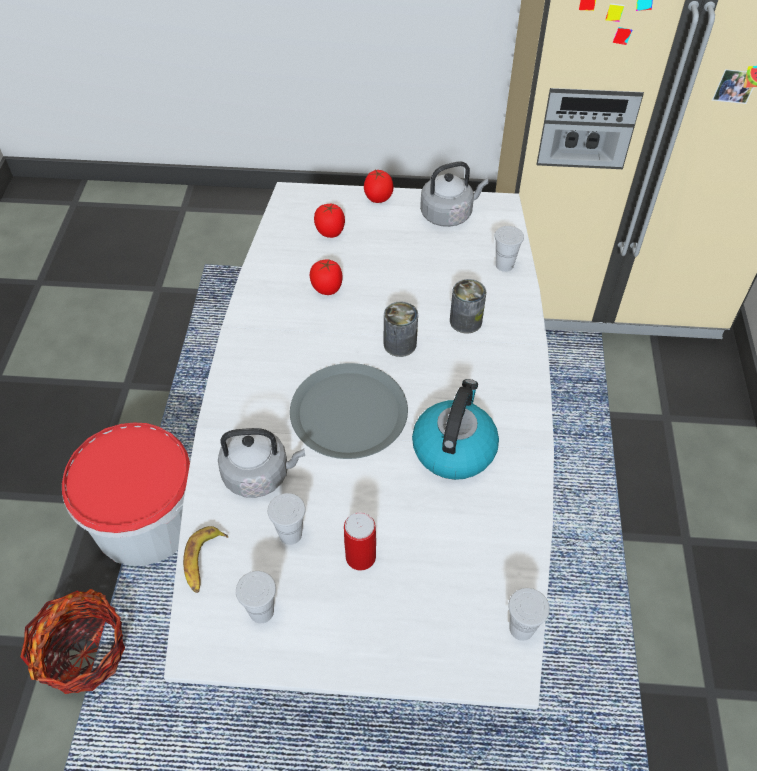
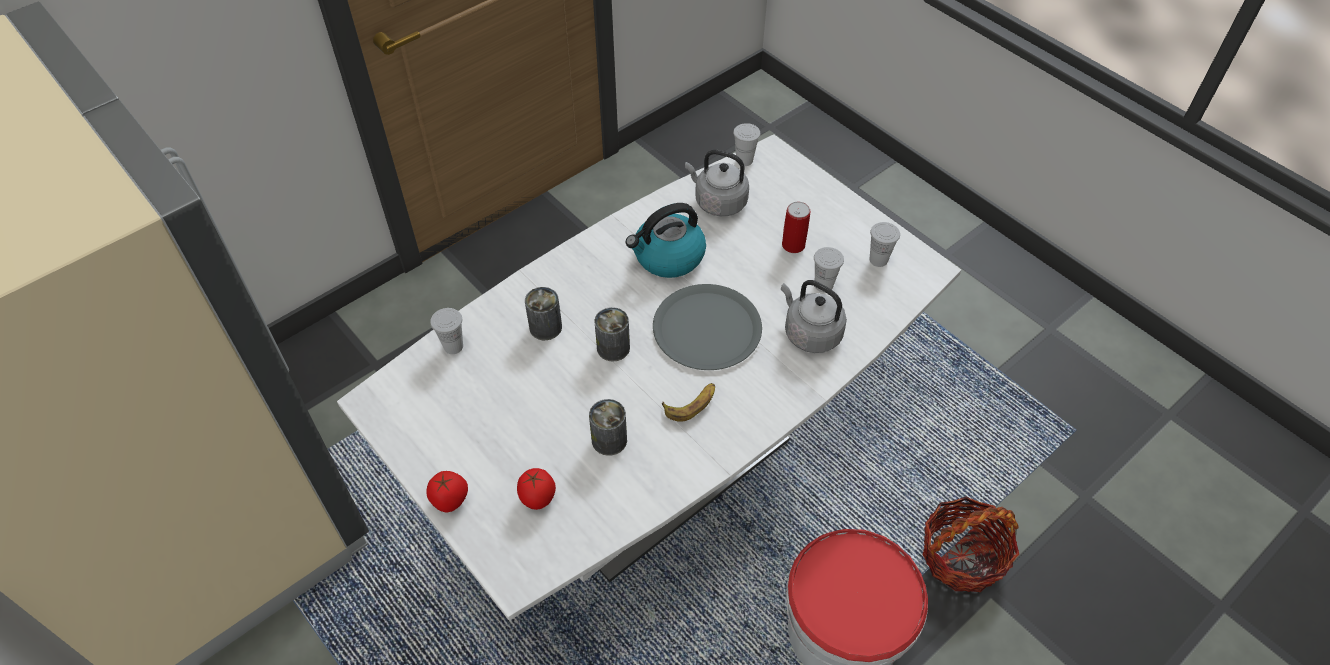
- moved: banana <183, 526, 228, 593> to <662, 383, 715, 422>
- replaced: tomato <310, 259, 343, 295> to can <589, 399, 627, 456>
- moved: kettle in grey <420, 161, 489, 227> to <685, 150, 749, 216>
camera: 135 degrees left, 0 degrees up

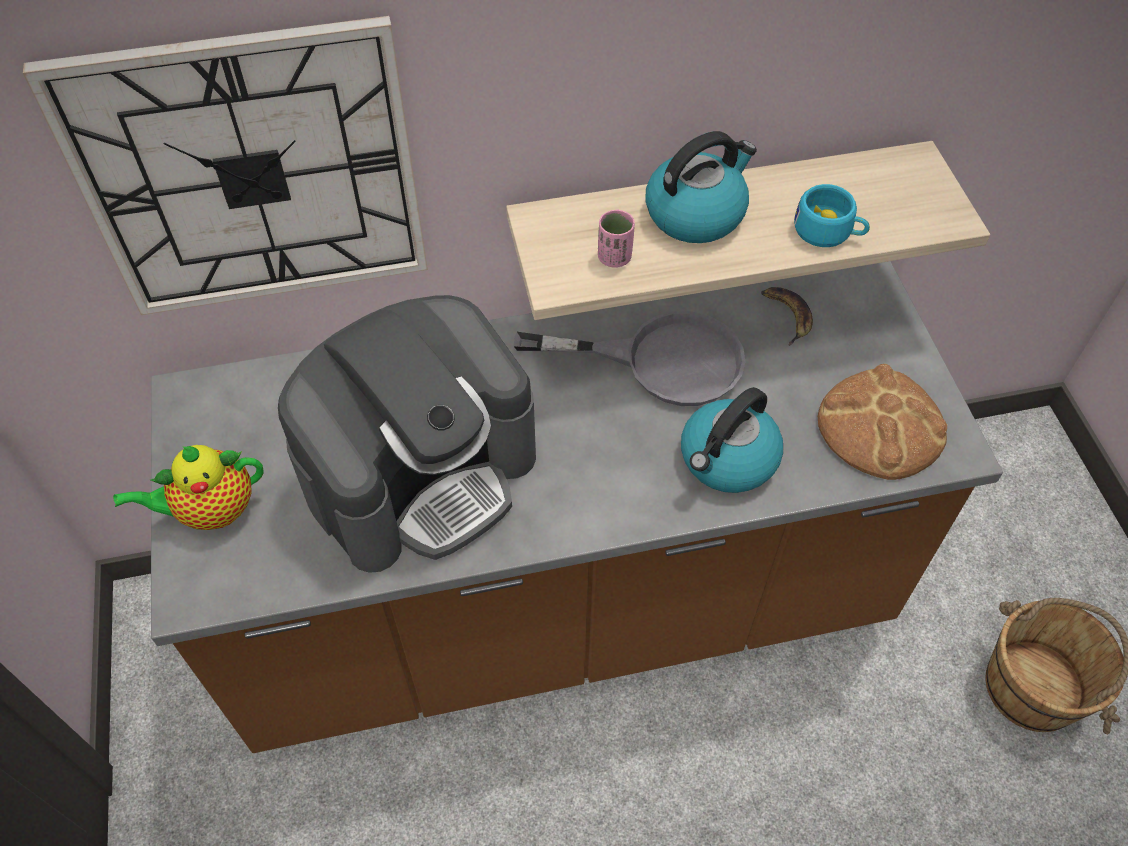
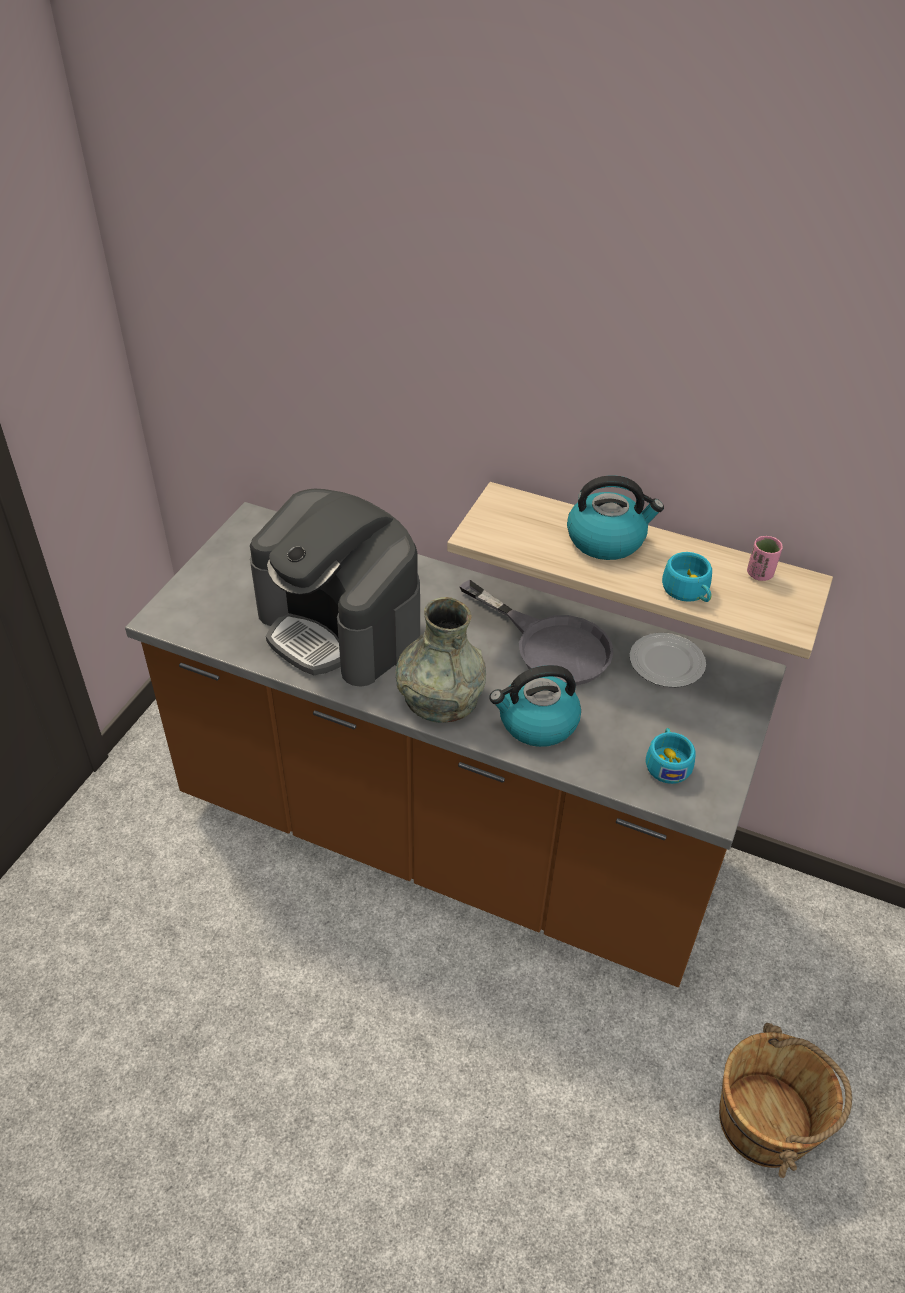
- removed: wall clock <23, 16, 428, 315>
- removed: teapot <113, 445, 264, 530>
- turned: coffee machine <278, 295, 536, 573> = <250, 489, 420, 687> 45 degrees clockwise
- moved: cup in pink <598, 209, 635, 268> to <747, 536, 783, 581>
- replaced: banana <761, 287, 813, 346> to plate <630, 633, 706, 687>
- replaced: bread <818, 364, 947, 480> to cup in turquoise <646, 728, 696, 784>
- added: vase in grey <396, 597, 486, 723>
camera: 35 degrees right, 10 degrees down

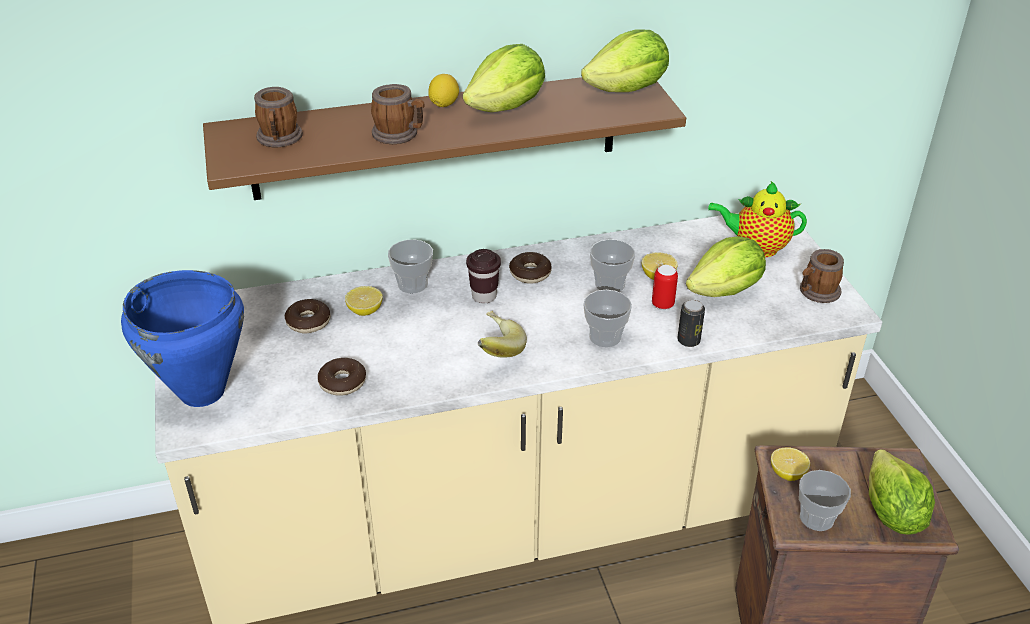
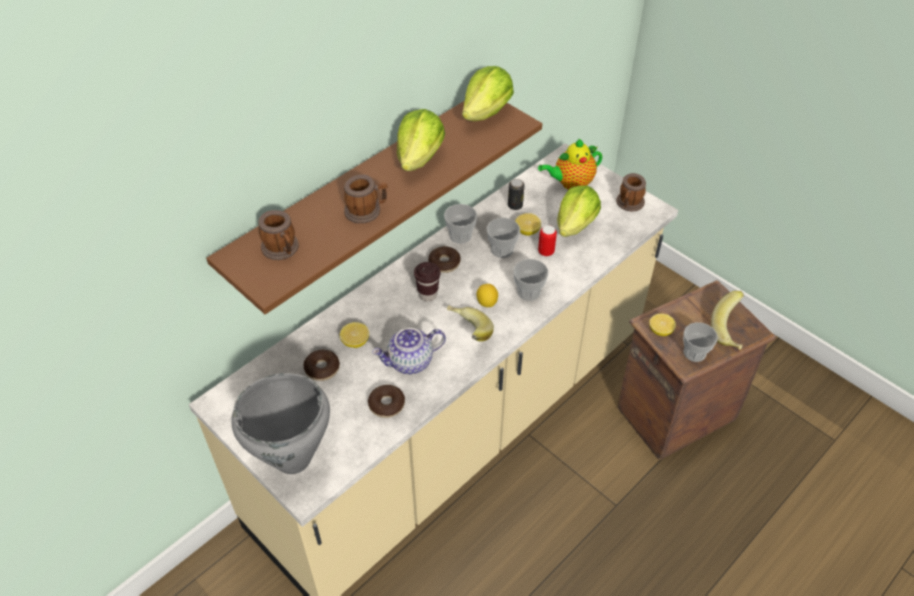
- recoloured: cooking pot in blue <121, 270, 244, 407> to cooking pot in grey <231, 373, 330, 474>
- moved: cup <388, 240, 433, 293> to <444, 204, 477, 244>
- moved: lemon <428, 74, 459, 107> to <476, 284, 498, 307>
- moved: can <677, 299, 705, 347> to <508, 179, 525, 210>
- replaced: lettuce <869, 449, 935, 534> to banana <711, 291, 744, 350>
- added: teapot <372, 328, 446, 374>
camera: 30 degrees left, 10 degrees up

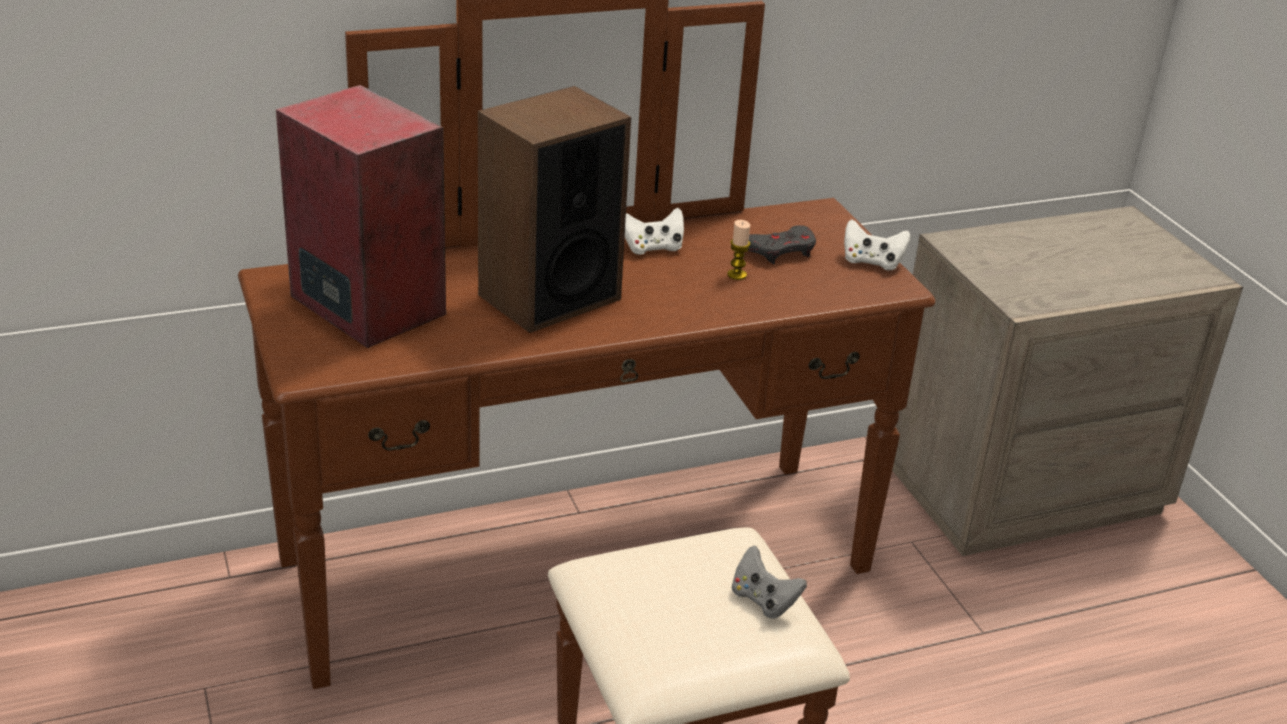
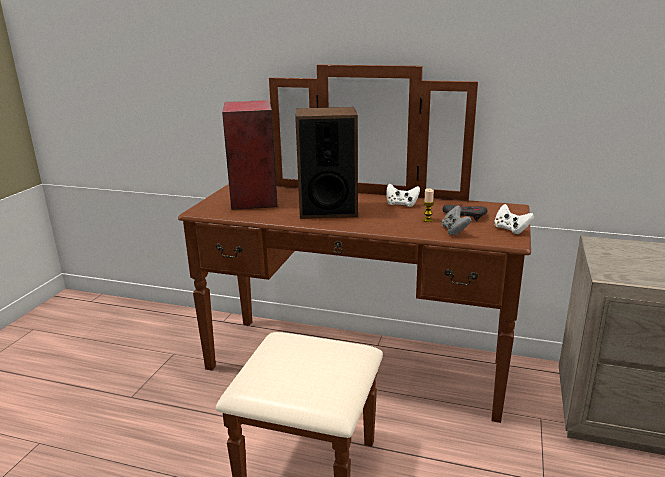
- moved: game controller in grey <732, 545, 807, 619> to <442, 205, 472, 235>
camera: 40 degrees right, 10 degrees down

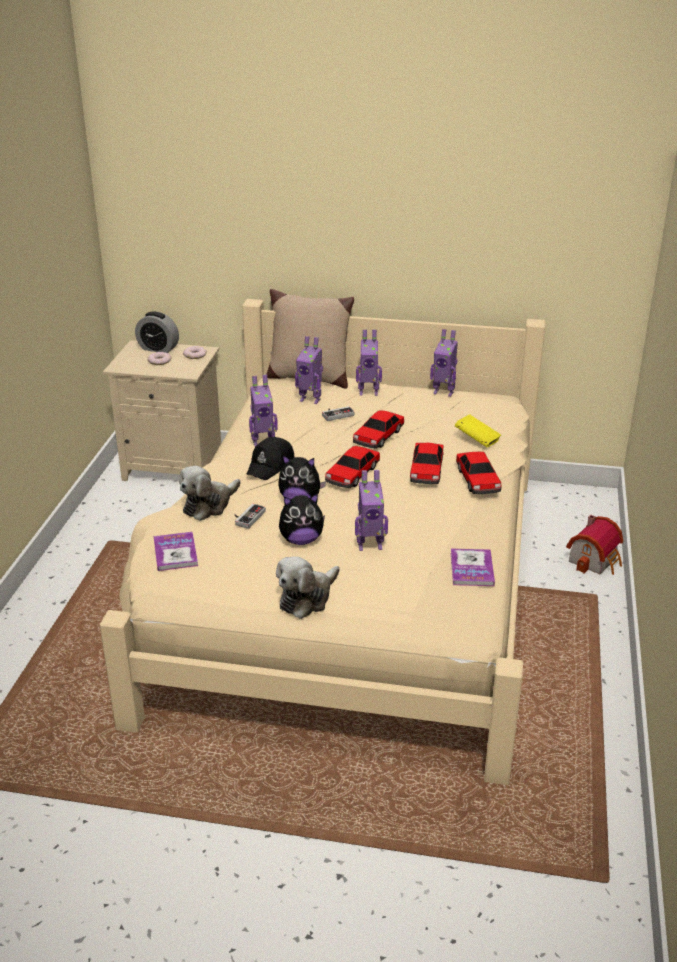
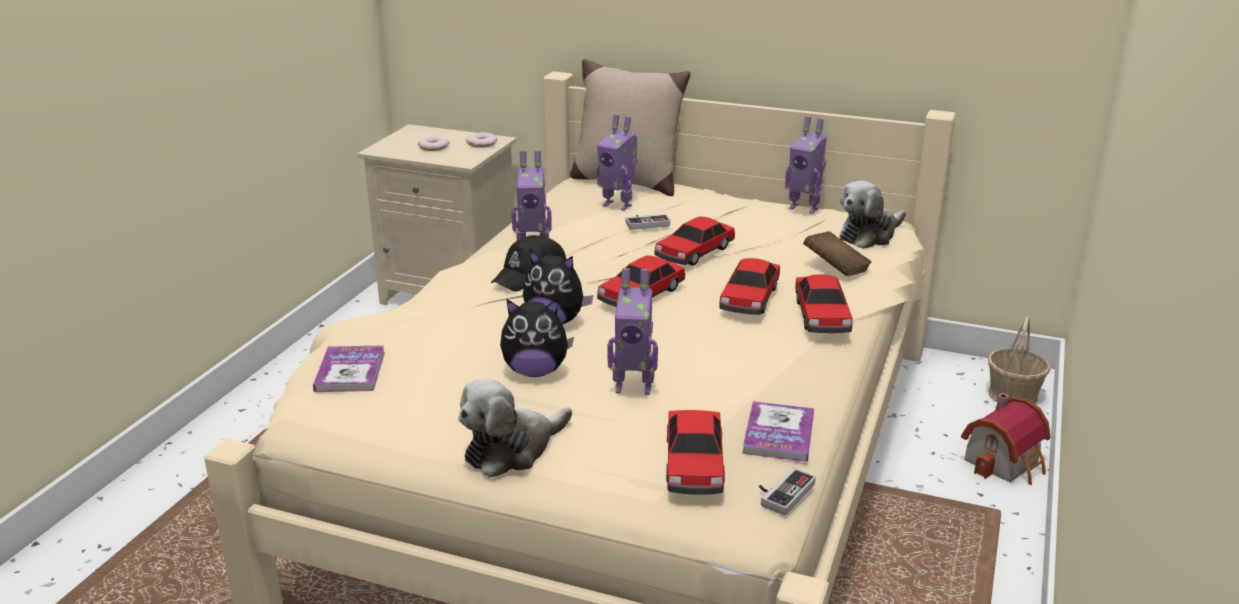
- removed: alarm clock <135, 311, 179, 353>
- moved: plush toy <179, 466, 241, 521> to <839, 181, 906, 249>
- moved: game controller <234, 504, 266, 529> to <759, 468, 816, 516>
- removed: toy robot <356, 329, 382, 396>
- recoloured: book in yellow <455, 414, 501, 447> to book in brown <803, 231, 872, 276>
- added: toy car <666, 410, 725, 495>
- added: basket <988, 316, 1050, 404>
camera: 10 degrees right, 5 degrees down

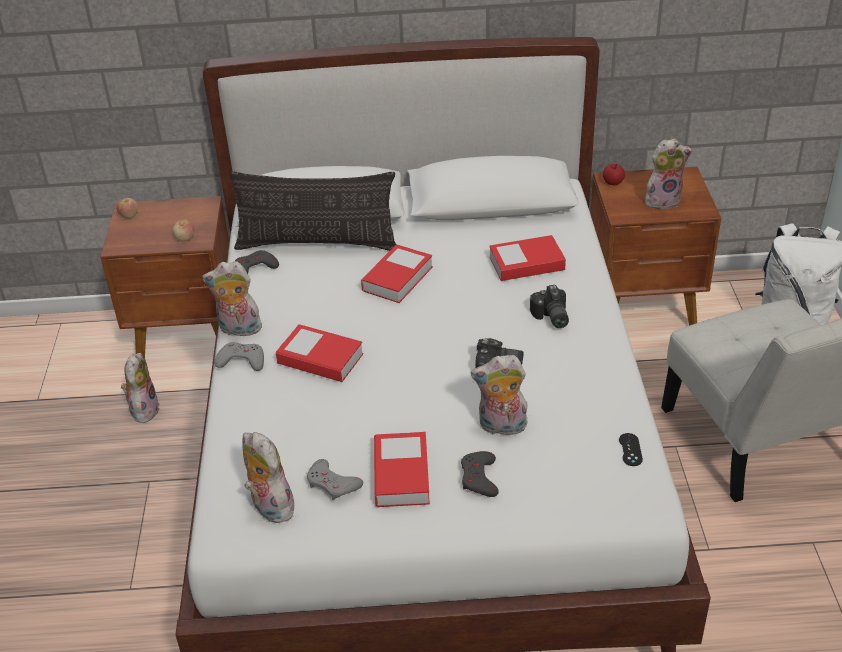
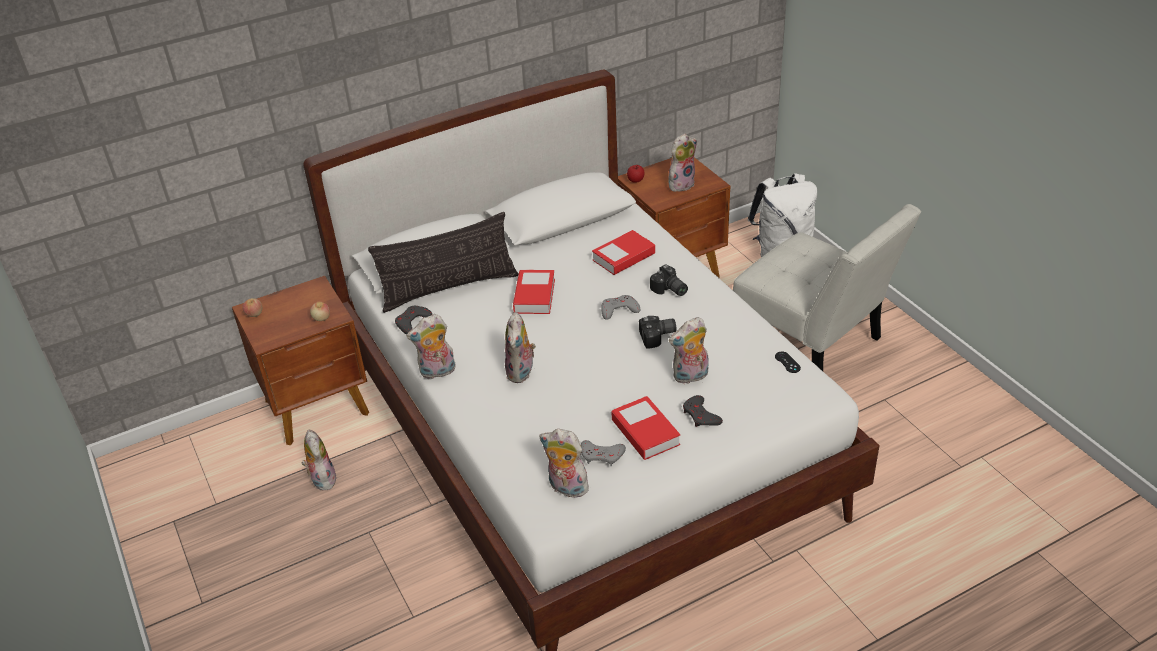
- moved: game controller in grey <214, 342, 264, 371> to <601, 295, 640, 320>
- replaced: book <276, 324, 363, 382> to plush toy <505, 312, 536, 383>
camera: 25 degrees left, 0 degrees up

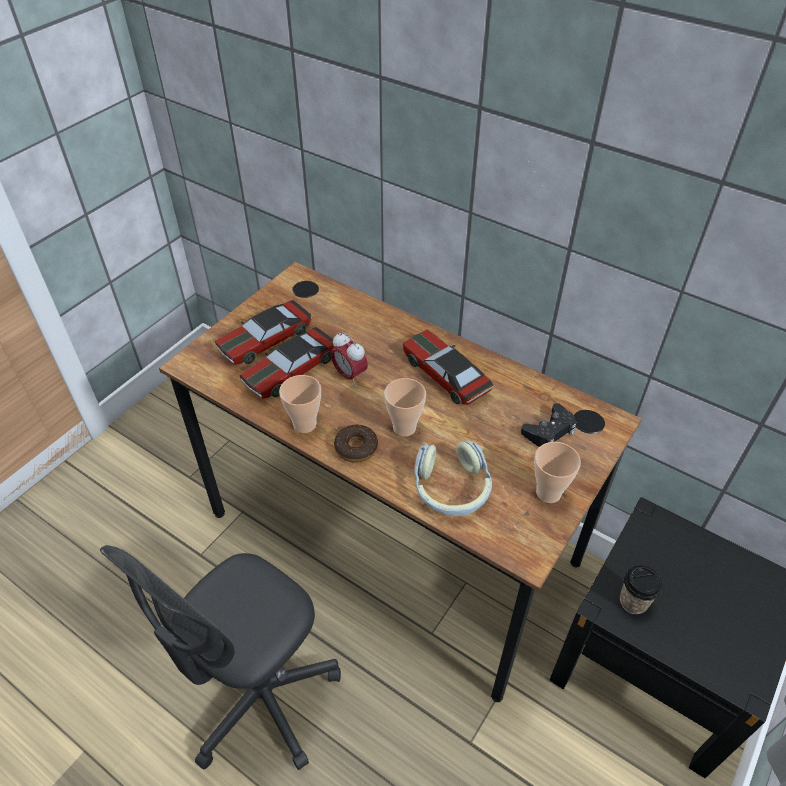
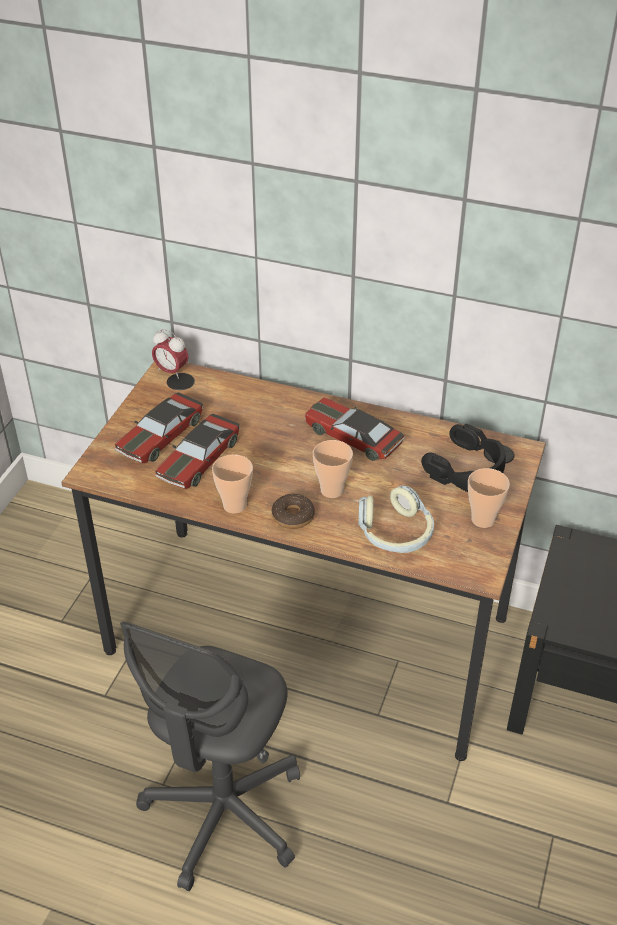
- moved: alarm clock <331, 332, 368, 386> to <152, 329, 188, 379>
- replaced: game controller in black <521, 403, 576, 447> to headphones in black <421, 424, 506, 492>
- removed: cup <620, 566, 662, 614>
camera: 15 degrees left, 5 degrees down

